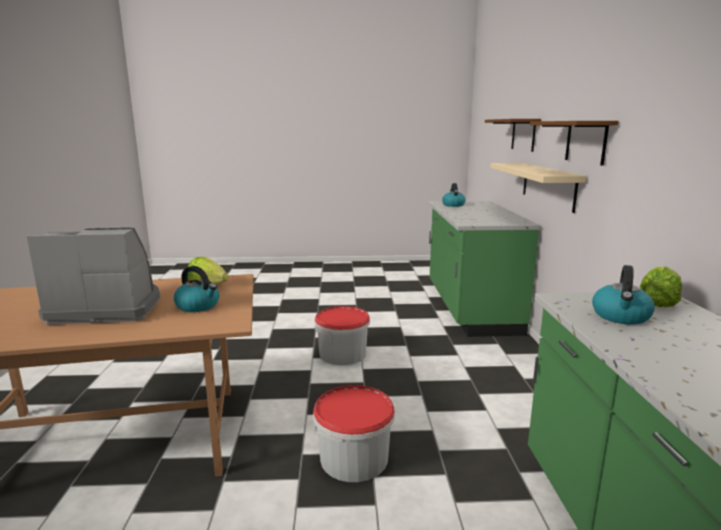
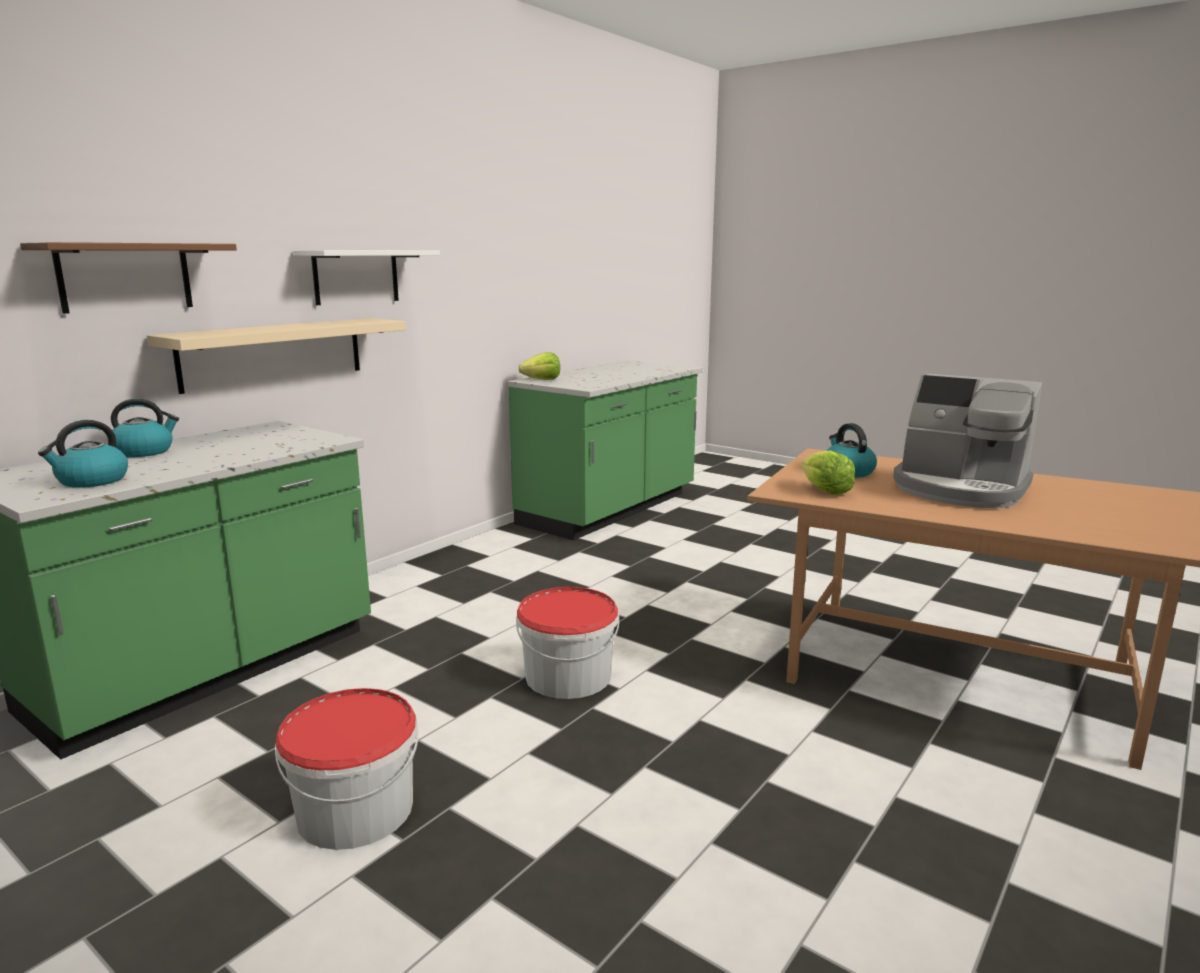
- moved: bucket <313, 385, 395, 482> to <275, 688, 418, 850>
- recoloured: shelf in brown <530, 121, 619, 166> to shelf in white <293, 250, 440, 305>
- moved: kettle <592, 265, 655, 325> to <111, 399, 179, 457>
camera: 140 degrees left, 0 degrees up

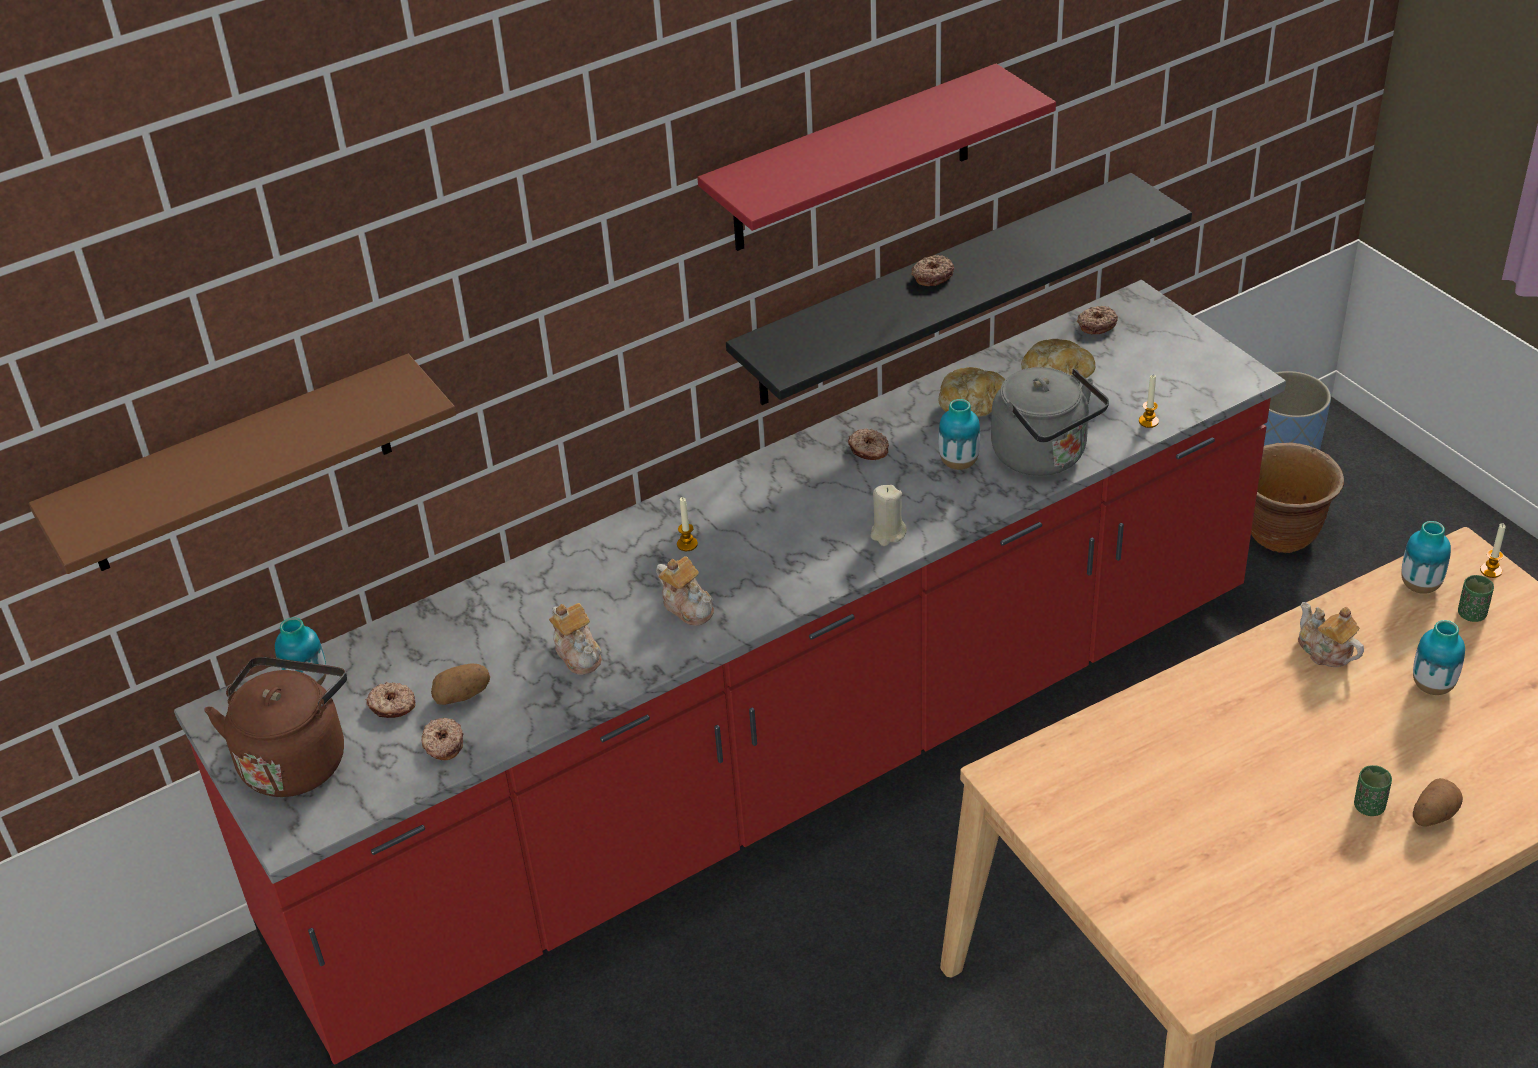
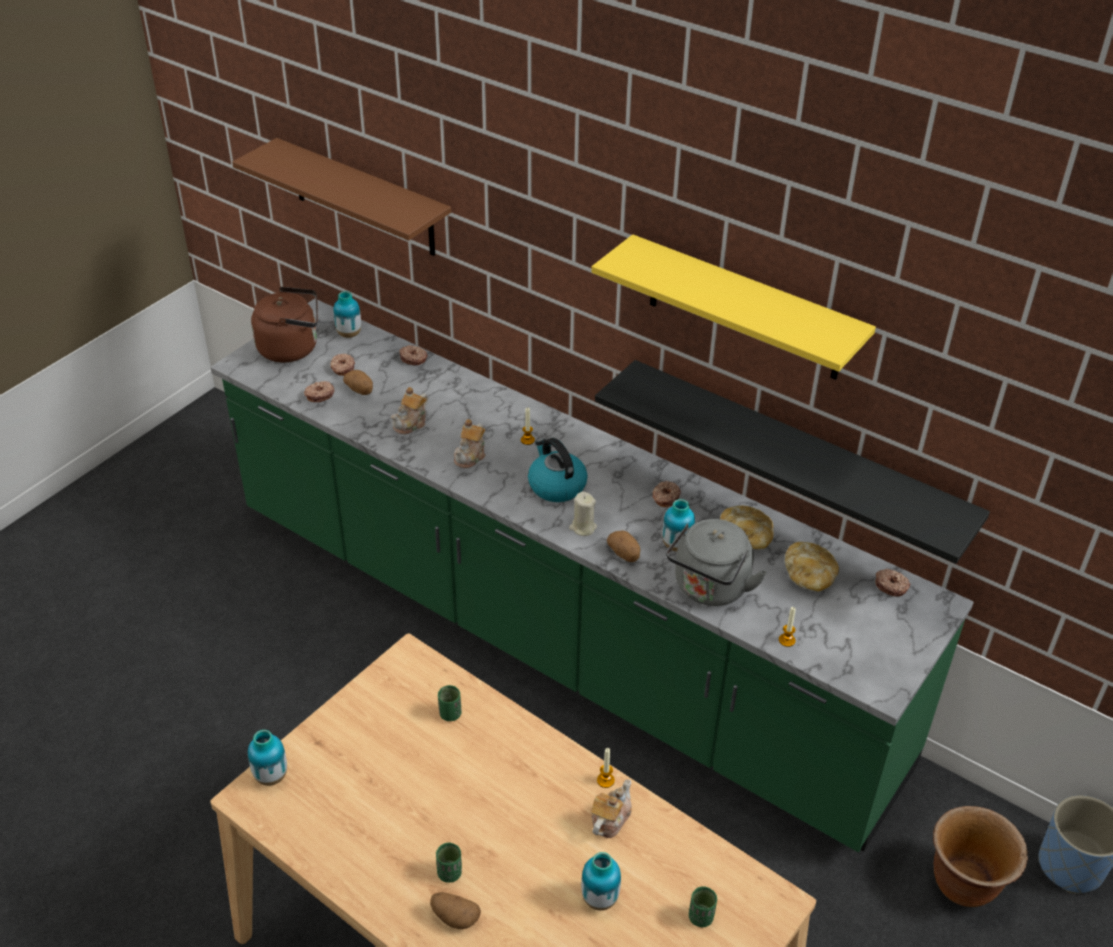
- recoloured: counter in red <174, 280, 1286, 1065> to counter in green <210, 299, 974, 852>
- recoloured: shelf in red <697, 64, 1056, 251> to shelf in yellow <591, 234, 876, 380>
- moved: donut <911, 255, 954, 286> to <400, 345, 428, 365>
- moved: vase <1401, 521, 1451, 594> to <248, 730, 287, 786>
- moved: candle <1480, 523, 1506, 578> to <597, 748, 615, 788>
- added: cup in green <438, 685, 462, 721>
- added: kettle <528, 438, 588, 502>
- added: potato <607, 530, 640, 562>
camera: 65 degrees right, 0 degrees up

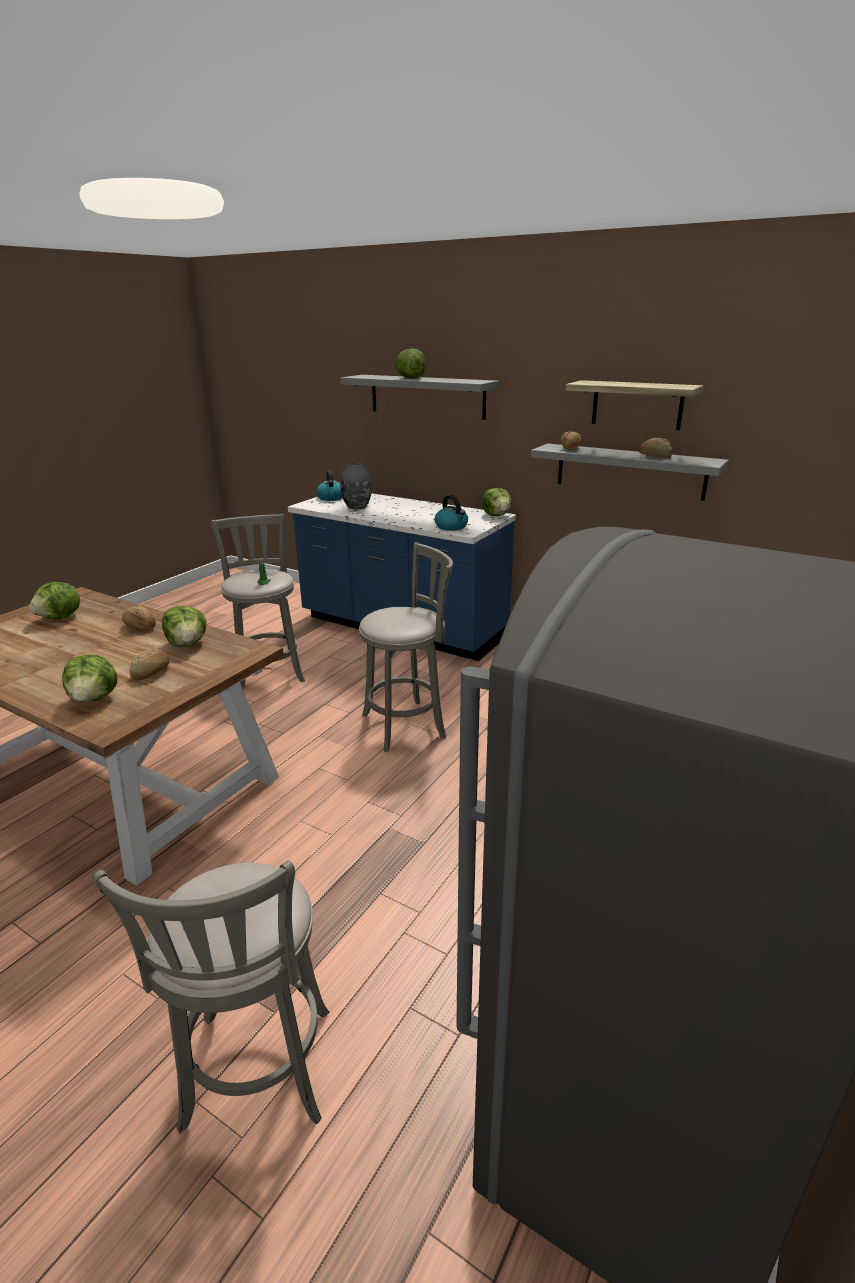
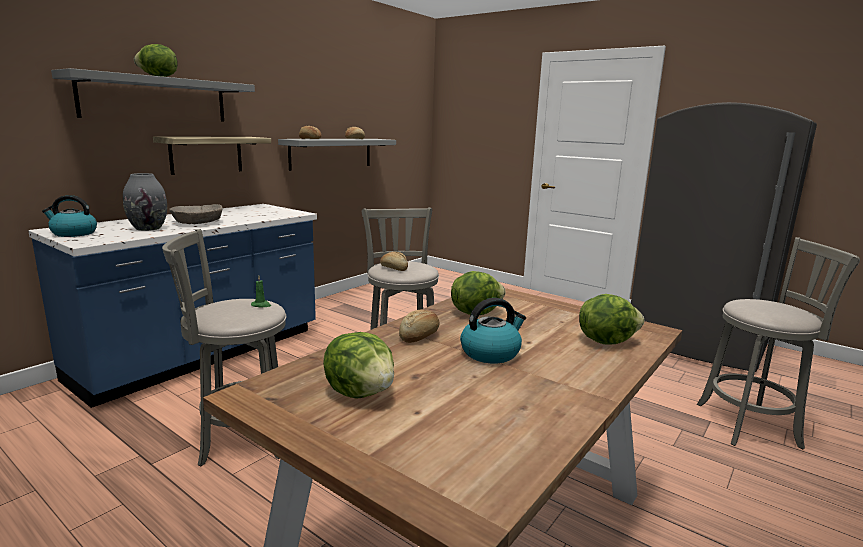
- moved: bread <130, 649, 170, 680> to <380, 251, 408, 271>
- moved: kettle <435, 495, 468, 531> to <460, 298, 526, 363>
- removed: lettuce <482, 488, 512, 516>
- moved: shelf <565, 380, 703, 430> to <153, 136, 271, 175>
- added: bowl in beige <169, 204, 223, 224>
camera: 85 degrees left, 10 degrees down

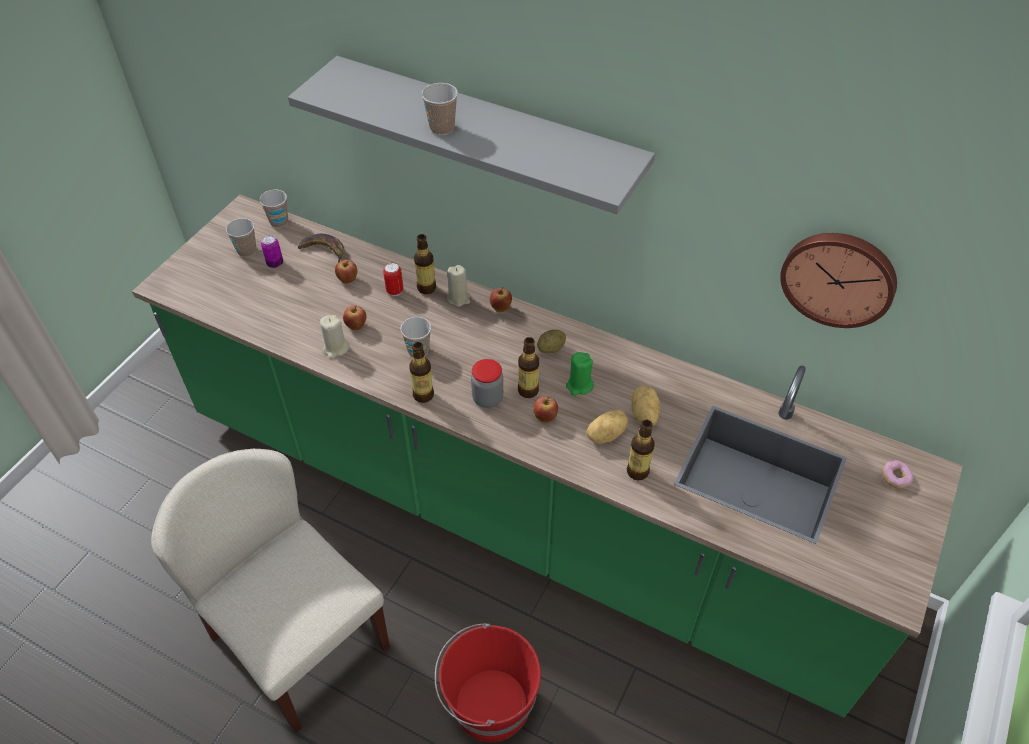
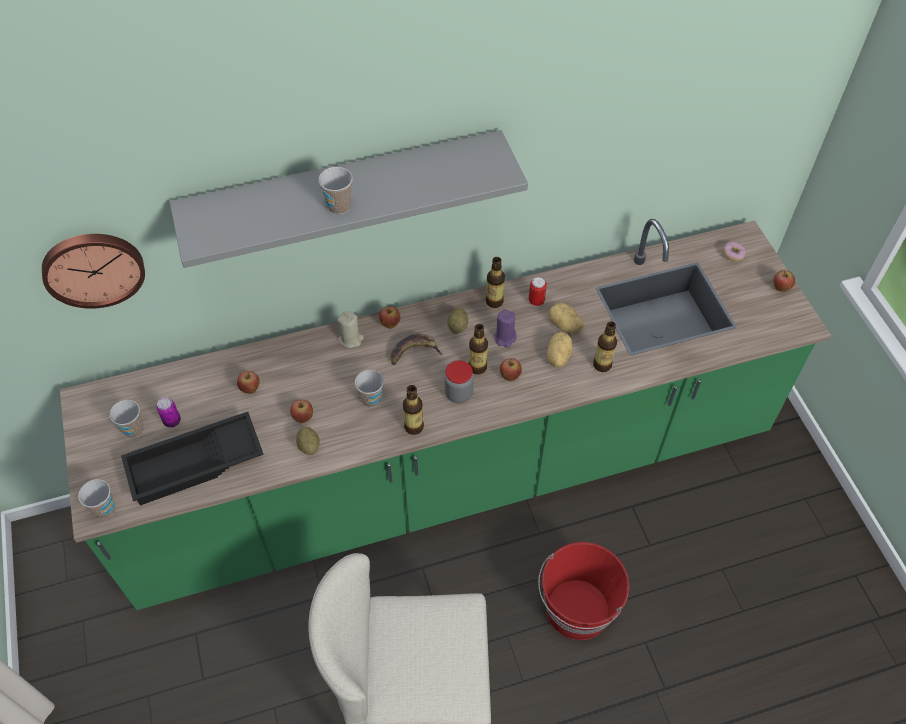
- moved: cup <259, 190, 288, 228> to <78, 479, 115, 519>
- moved: banana <298, 234, 344, 263> to <390, 334, 443, 365>
- replaced: candle in beige <320, 315, 350, 359> to potato <296, 427, 320, 455>
- moved: can <383, 263, 403, 296> to <529, 277, 547, 307>
- moved: bottle <414, 234, 436, 294> to <486, 257, 505, 308>
- recoloured: candle in green <566, 352, 594, 396> to candle in purple <494, 309, 517, 348>
- moved: wall clock <780, 233, 897, 328> to <42, 234, 145, 309>
- added: tray in black <121, 412, 264, 505>
- added: apple <773, 270, 795, 292>
camera: 45 degrees left, 5 degrees up

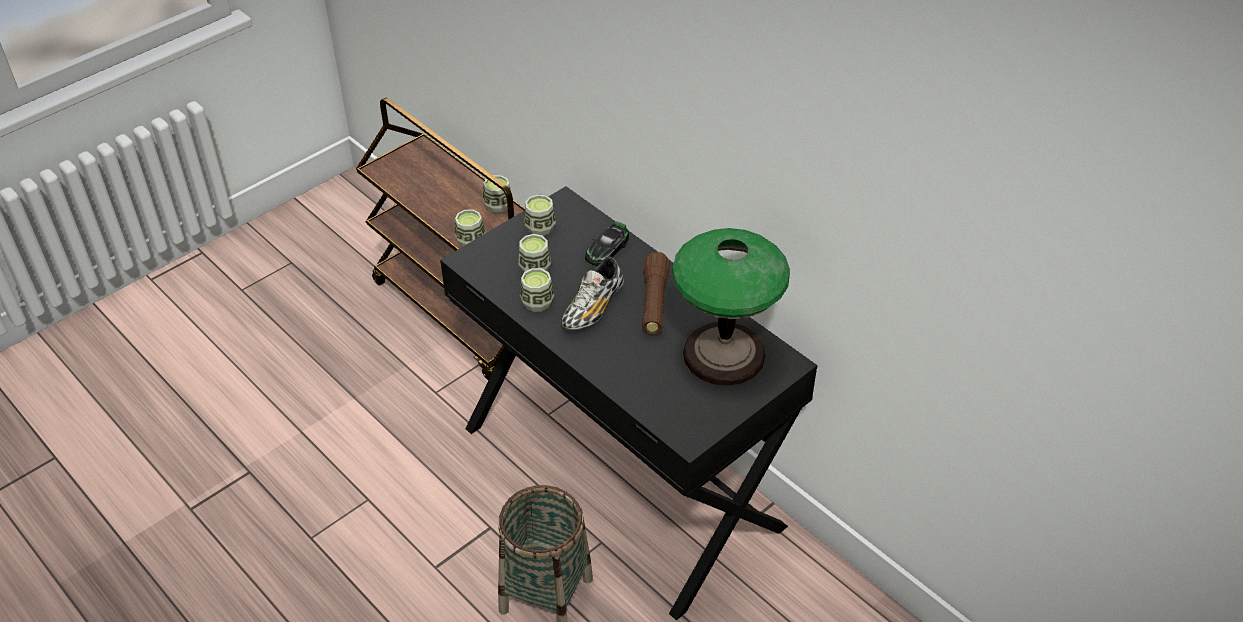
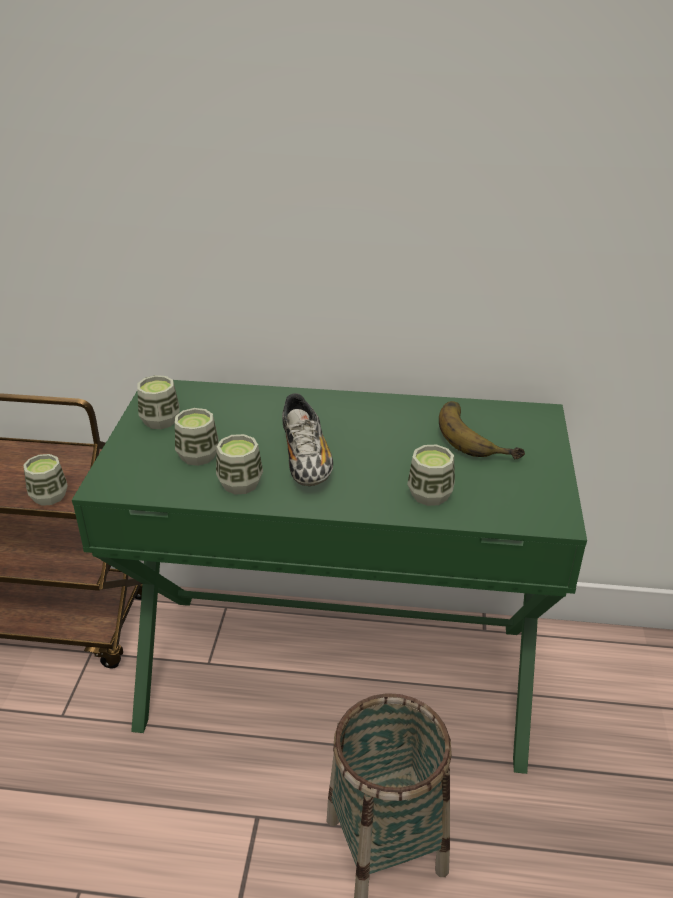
- recoloured: desk in black <440, 186, 818, 621> to desk in green <72, 380, 587, 774>
- moved: cup <483, 175, 511, 213> to <407, 445, 455, 506>
- removed: toy car <585, 221, 629, 267>
- removed: flashlight in brown <642, 252, 670, 334>
- replaced: table lamp <672, 228, 790, 386> to banana <439, 401, 525, 459>
camera: 40 degrees left, 10 degrees down

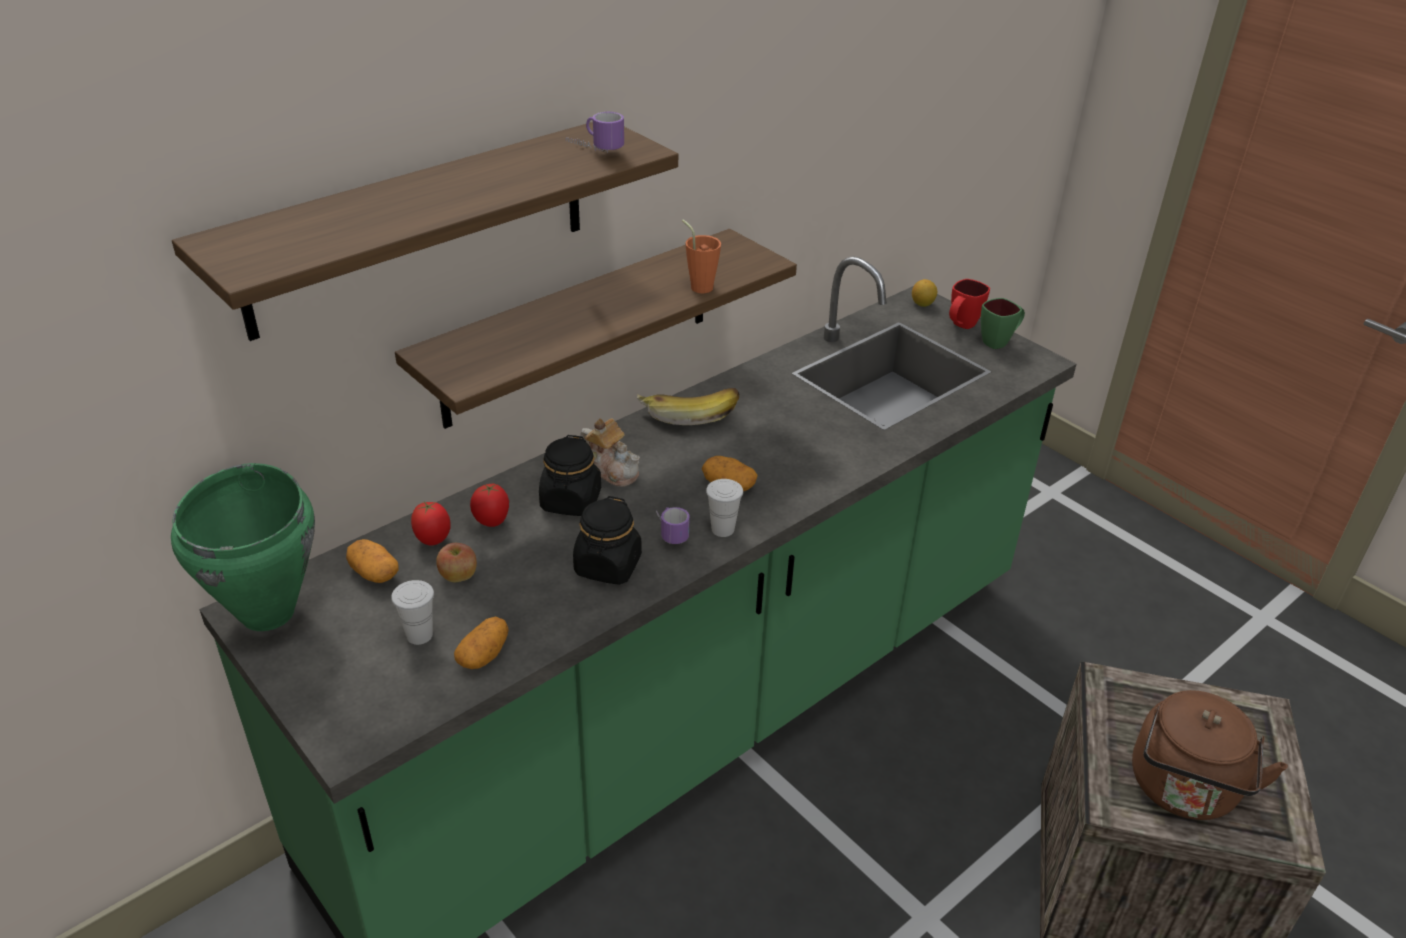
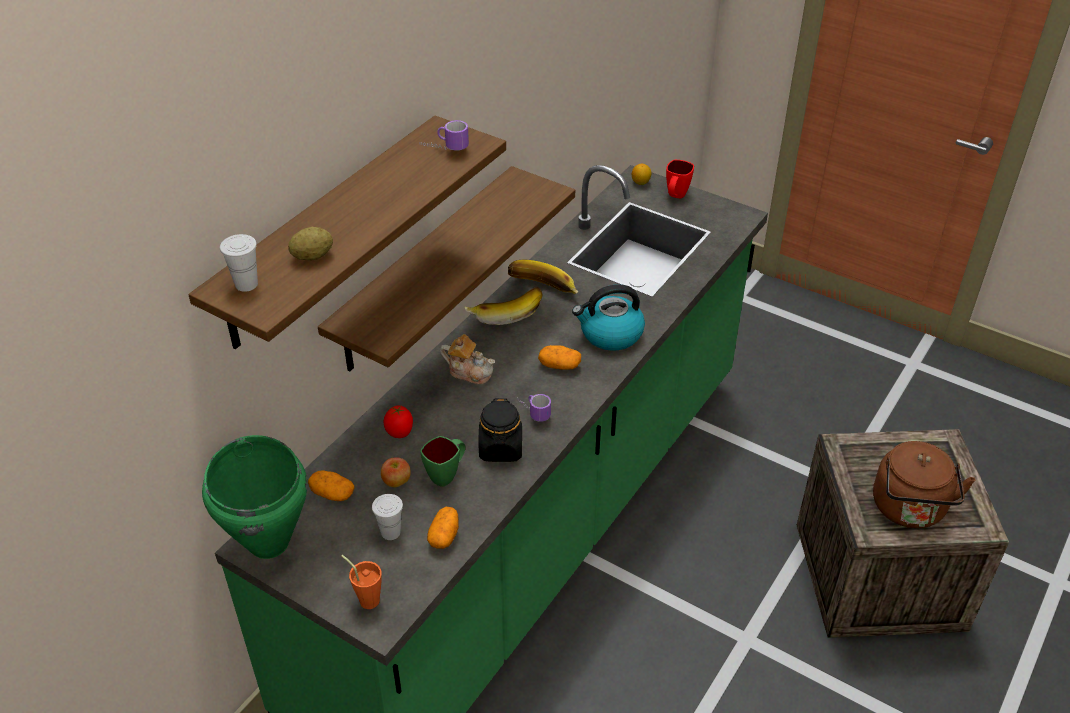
- removed: tomato <411, 502, 451, 546>
- removed: jar in black <539, 435, 601, 516>
- moved: cup in orange <682, 220, 721, 293> to <341, 555, 382, 609>
- moved: cup in white <706, 479, 743, 537> to <220, 234, 258, 292>
- moved: mug in green <981, 298, 1025, 349> to <420, 436, 465, 487>
- added: potato <288, 227, 333, 260>
- added: banana <508, 260, 579, 294>
- added: kettle <572, 284, 645, 351>
camera: 15 degrees left, 5 degrees up

